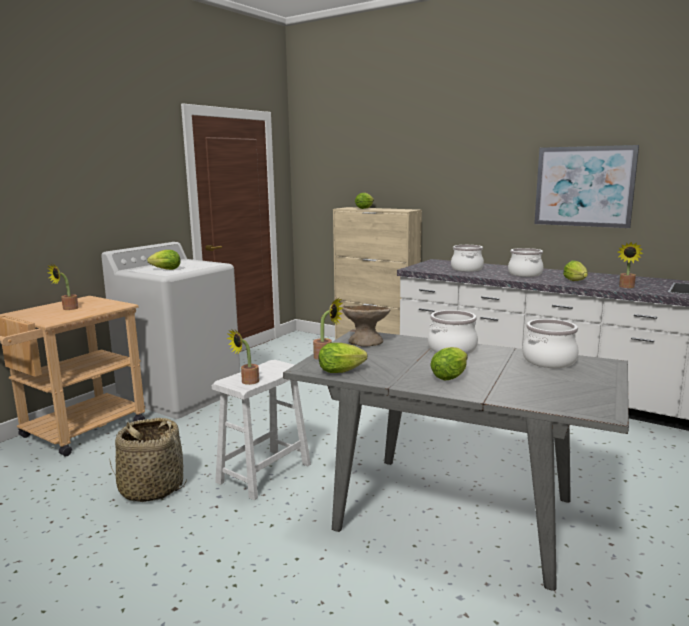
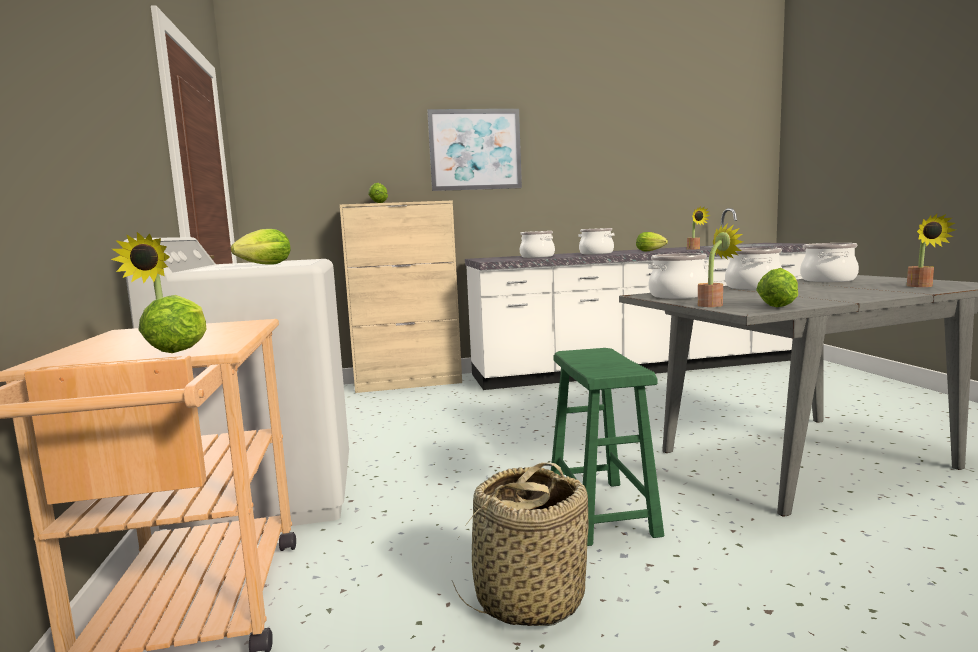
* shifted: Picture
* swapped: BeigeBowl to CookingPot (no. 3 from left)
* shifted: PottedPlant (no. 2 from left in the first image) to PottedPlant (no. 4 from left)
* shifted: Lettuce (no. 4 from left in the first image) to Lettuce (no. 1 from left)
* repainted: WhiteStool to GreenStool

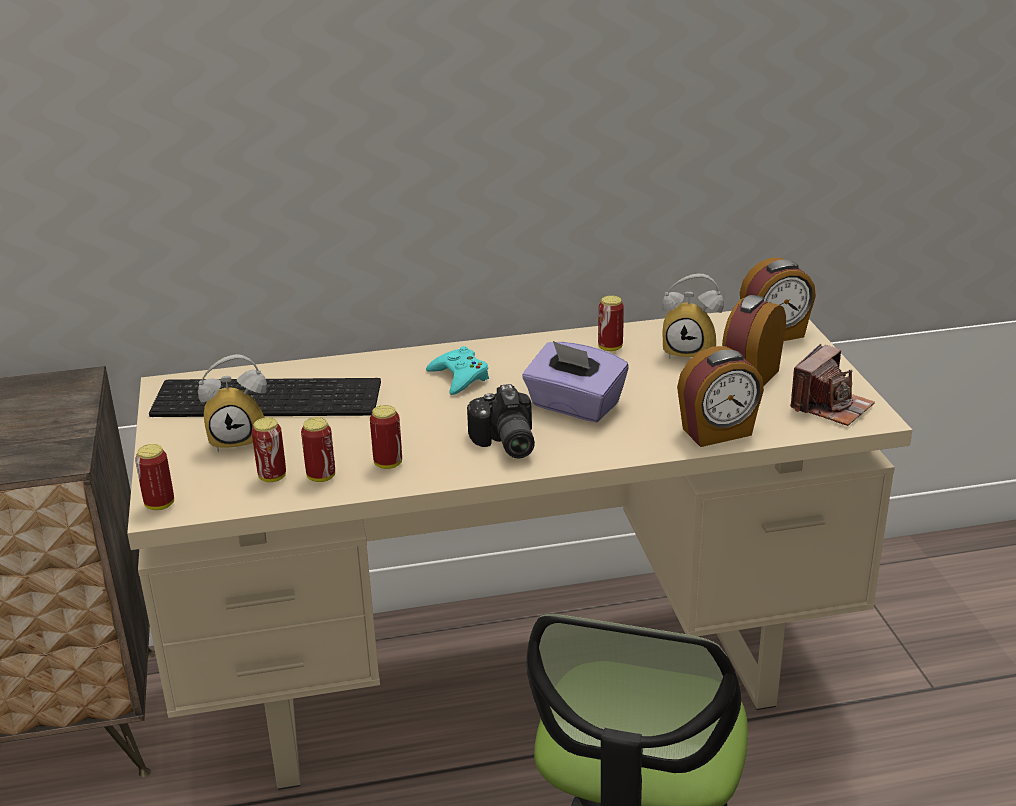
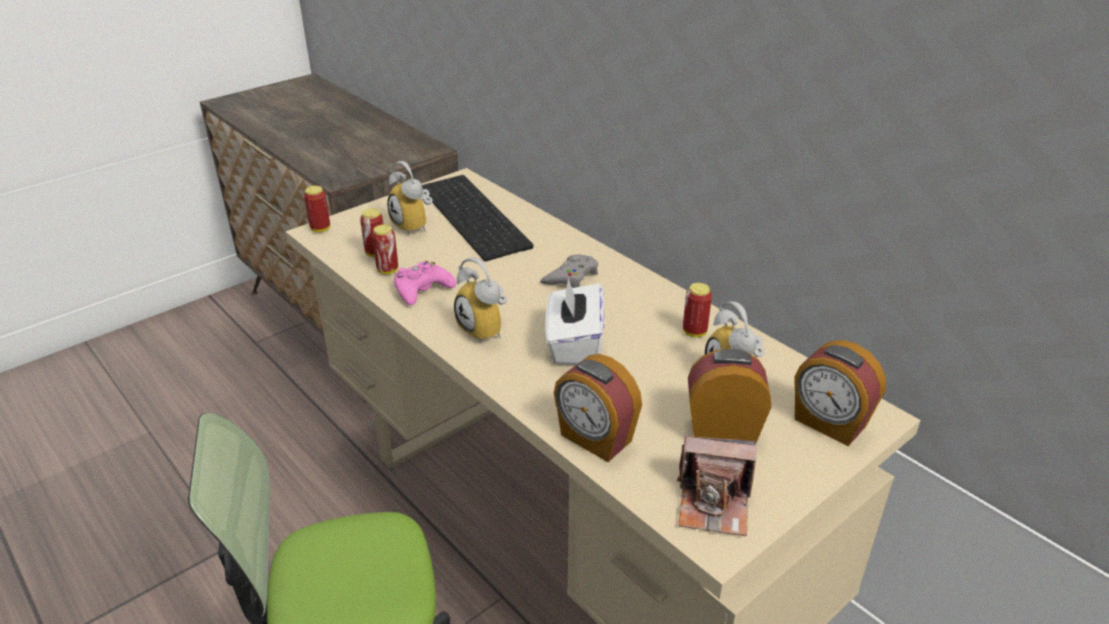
* repainted: PurpleTissueBox to WhiteTissueBox
* repainted: TurquoiseGameController to GreyGameController
* swapped: PhotoCamera (no. 1 from left) to AlarmClock (no. 2 from left)
* swapped: Can (no. 4 from left) to PinkGameController

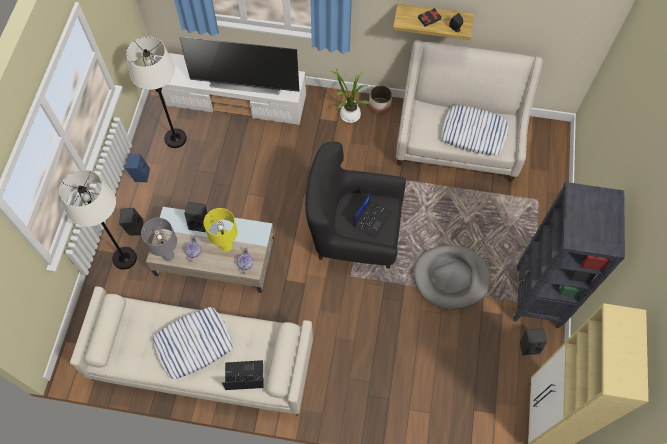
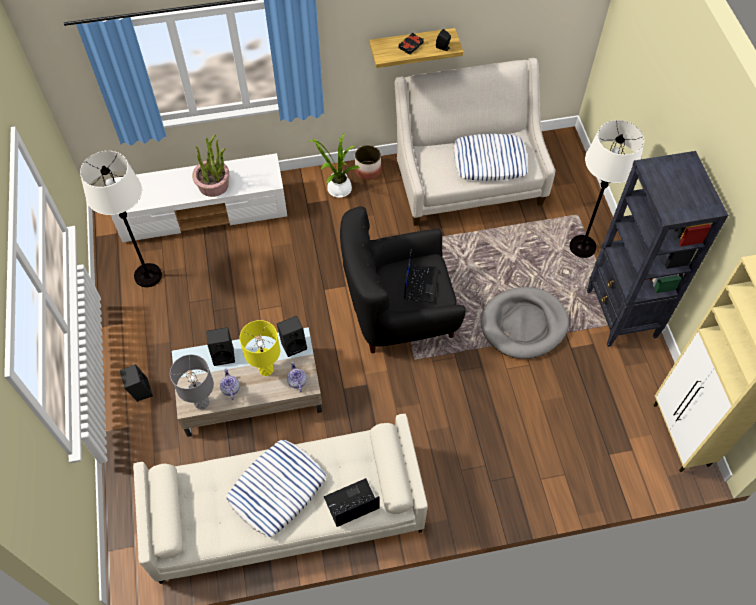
* swapped: Television to PottedPlant (no. 1 from left)
* gone: BlueSpeaker
* shifted: WhiteFloorLamp (no. 1 from left in the first image) to WhiteFloorLamp (no. 2 from left)
* shifted: BlackSpeaker (no. 4 from left in the first image) to BlackSpeaker (no. 3 from left)

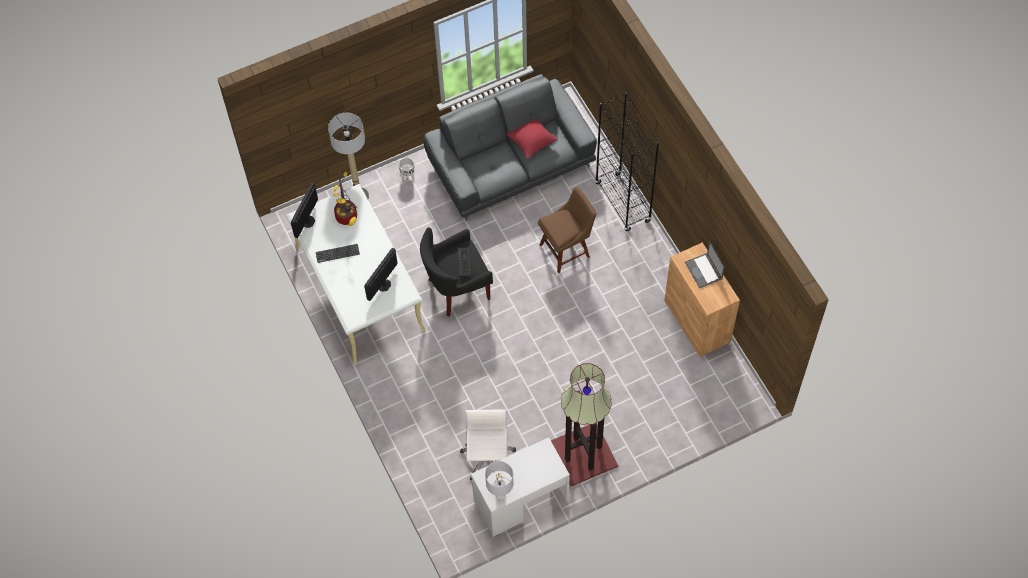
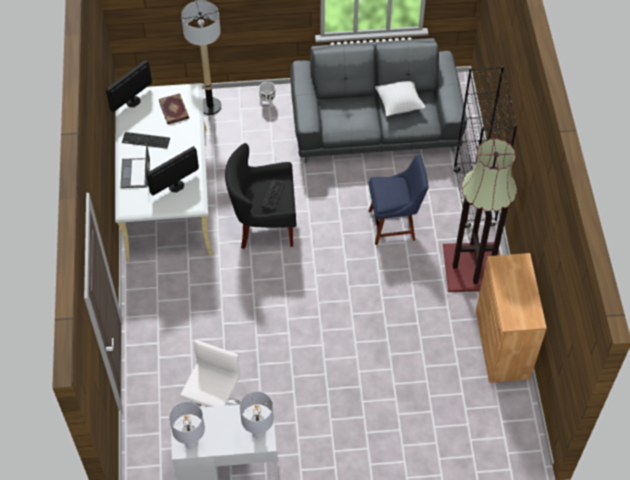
* repainted: RedPillow to WhitePillow
* swapped: PottedPlant to Book
* repainted: BrownChair to BlueChair
* shifted: Laptop
* shifted: FloorLamp (no. 2 from left)
* new: GreyTableLamp (no. 2 from left)

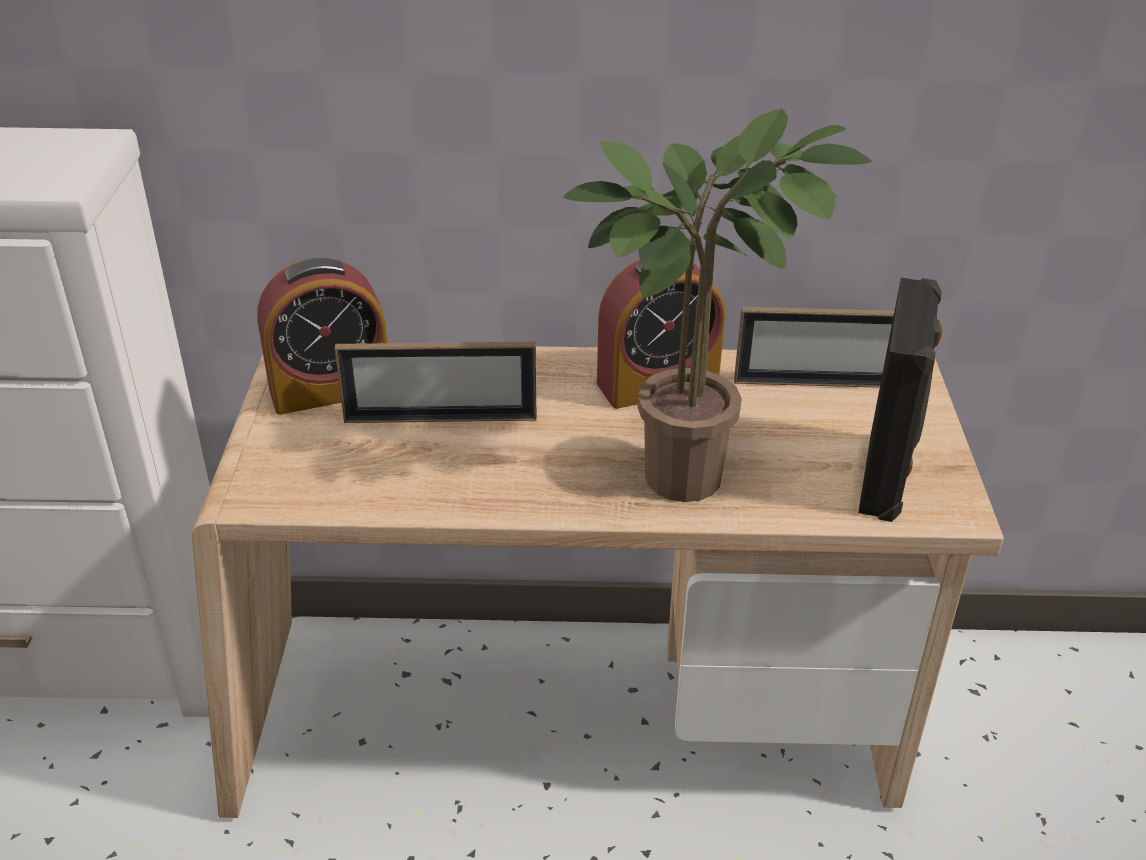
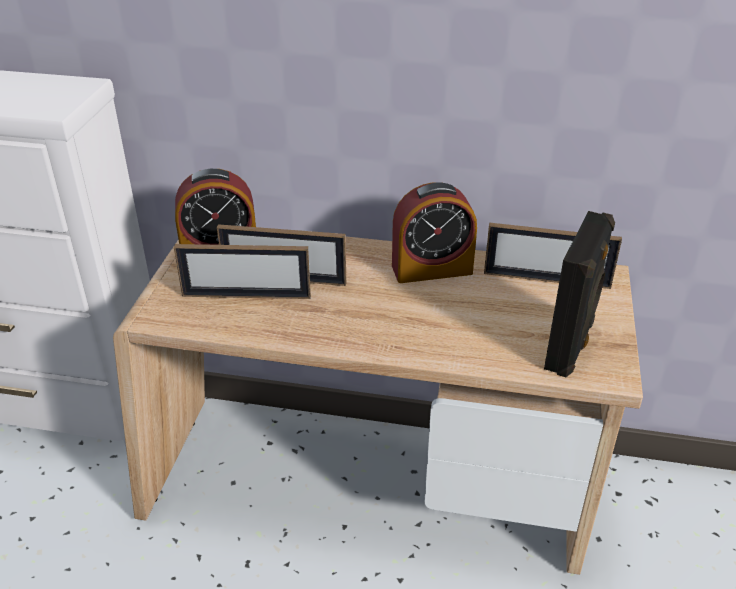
* gone: PottedPlant
* new: PictureFrame (no. 1 from left)

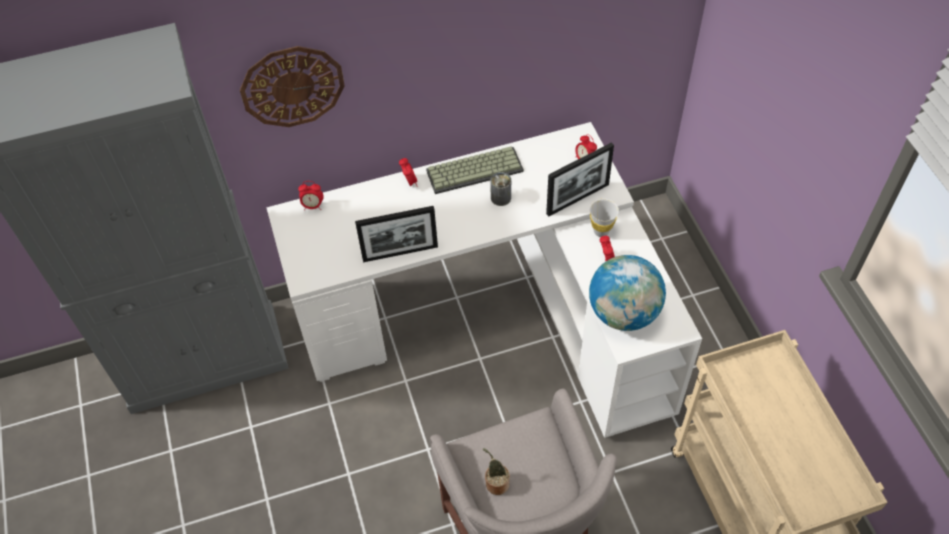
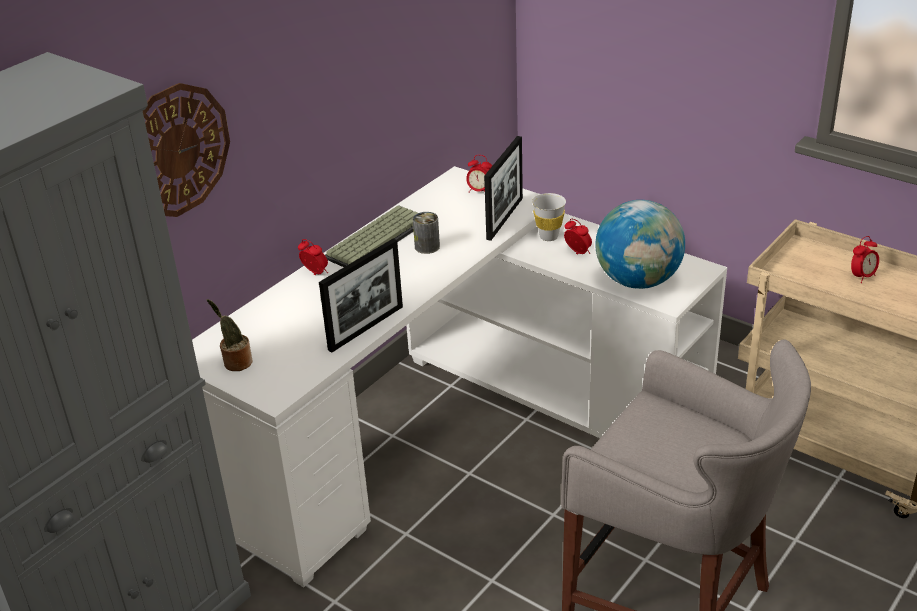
* shifted: AlarmClock (no. 1 from left in the first image) to AlarmClock (no. 4 from left)
* shifted: PottedPlant

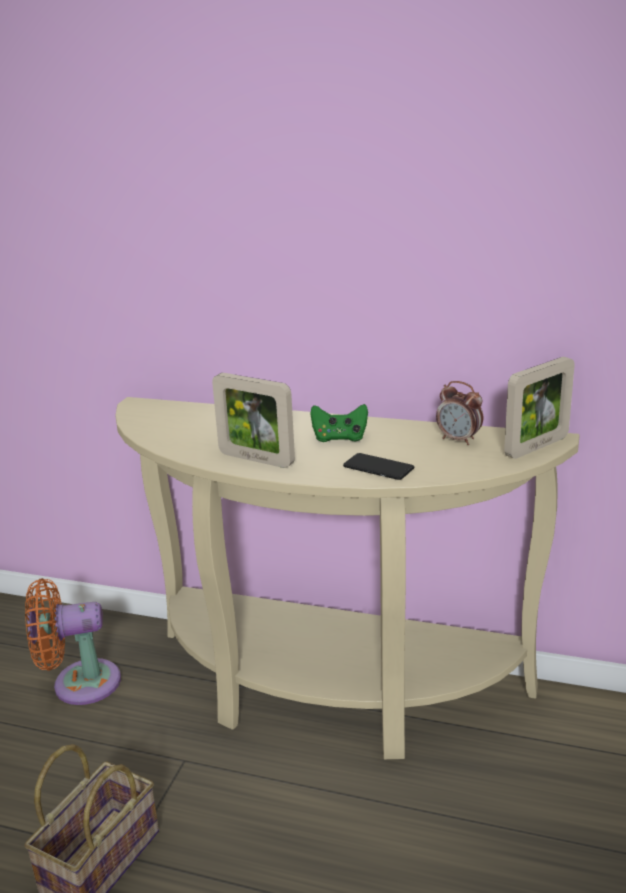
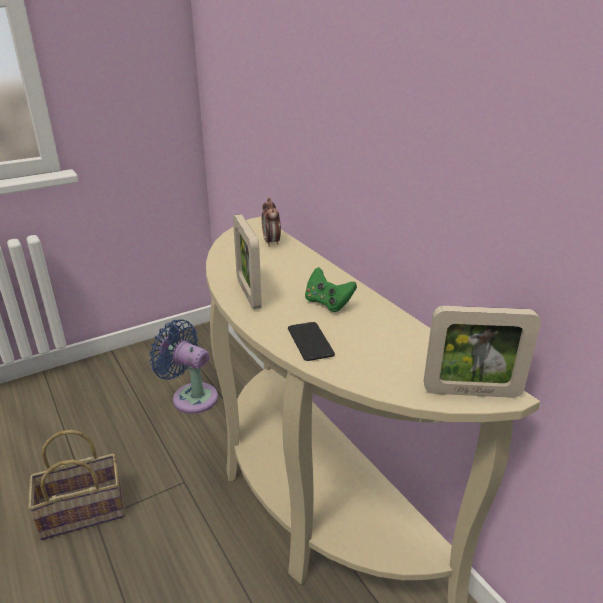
* shifted: AlarmClock
* repainted: OrangeFan to BlueFan

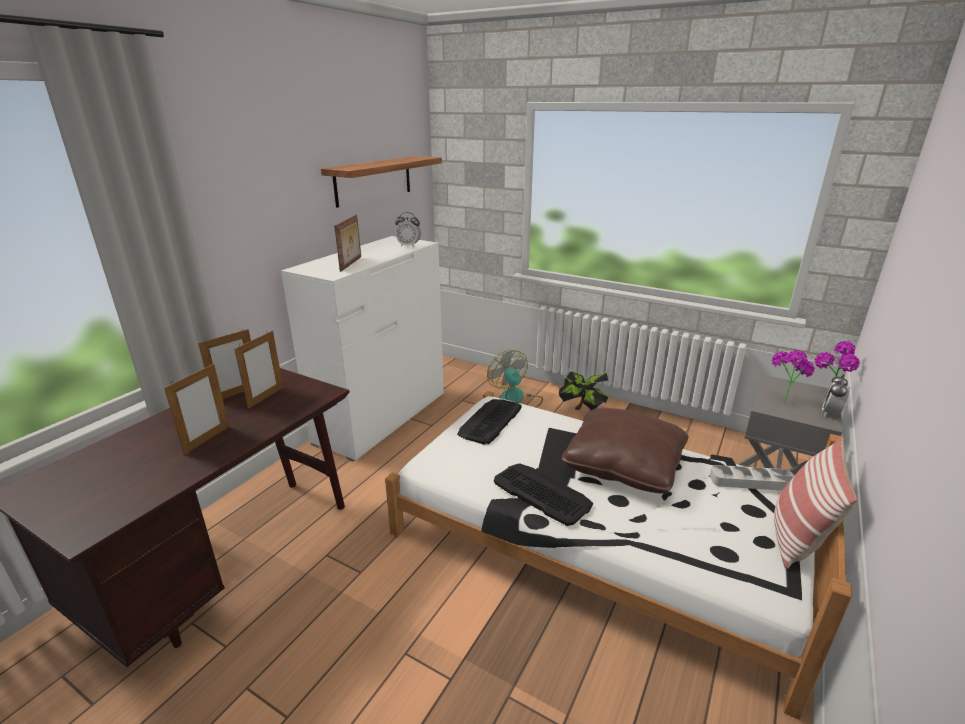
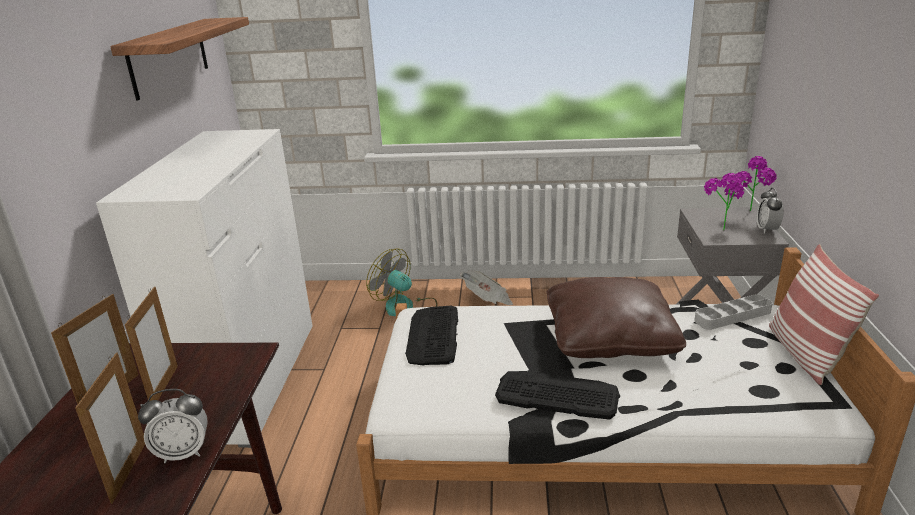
* shifted: AlarmClock (no. 1 from left)
* gone: PictureFrame (no. 4 from left)
* swapped: PottedPlant (no. 1 from left) to Newspaper

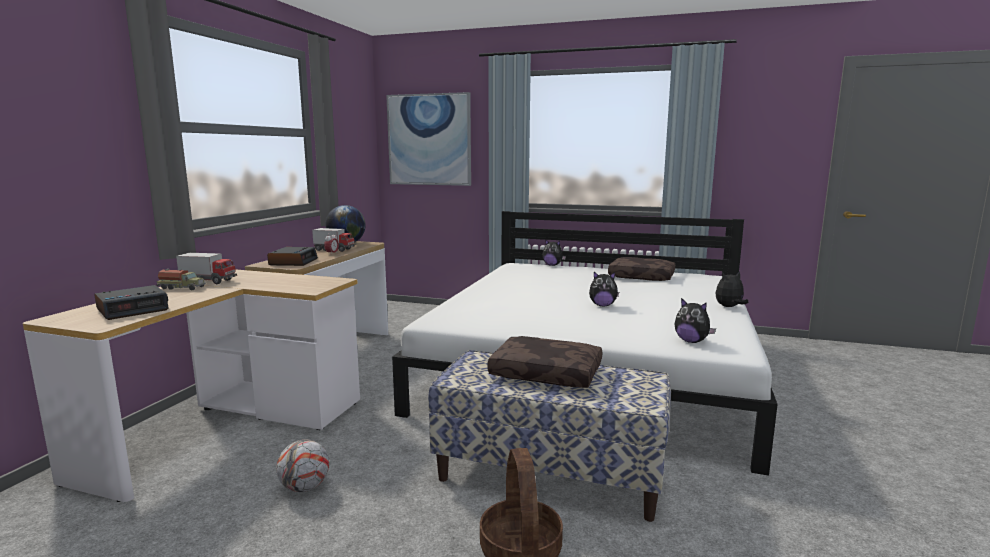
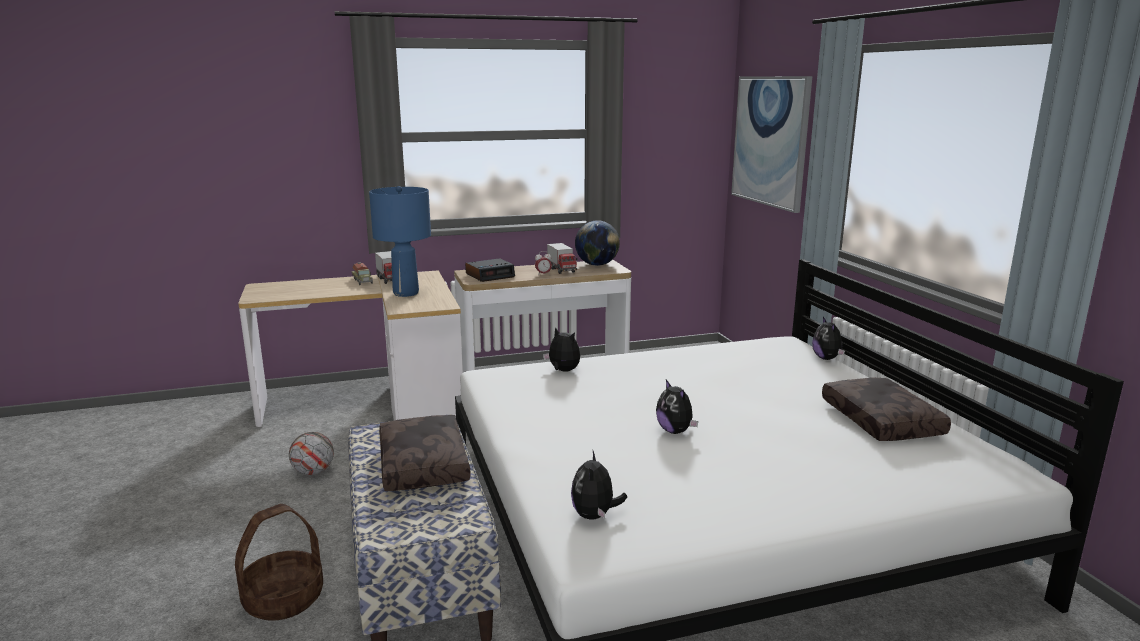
* shifted: PlushToy (no. 4 from left in the first image) to PlushToy (no. 1 from left)
* gone: AlarmClock (no. 1 from left)
* new: BlueTableLamp

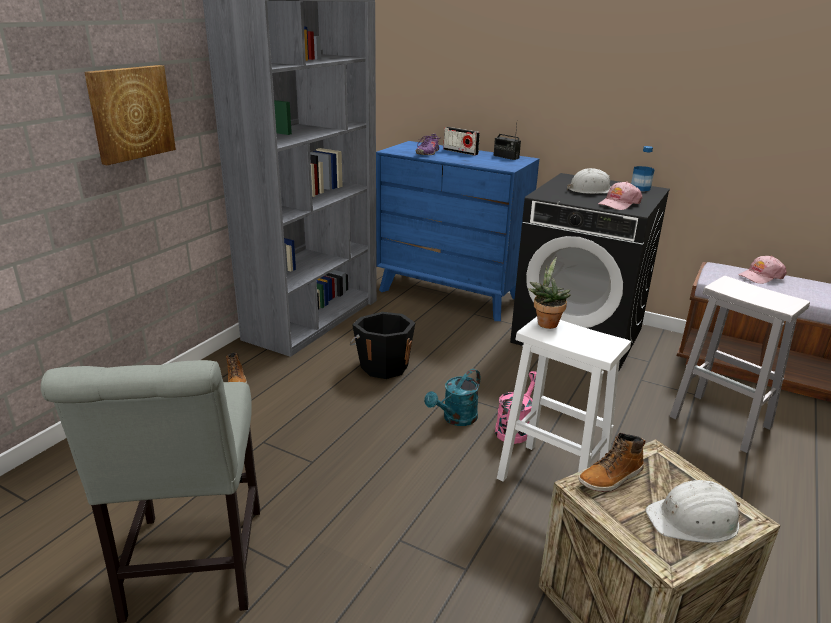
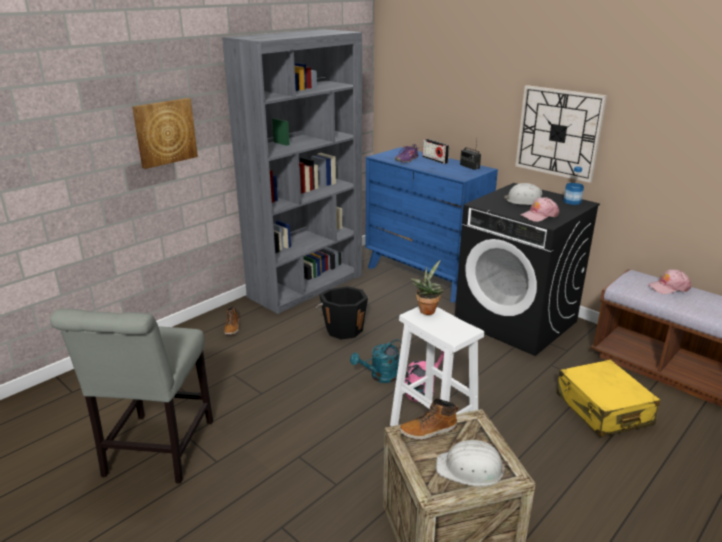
* swapped: WhiteStool (no. 2 from left) to YellowSuitcase
* new: WallClock

